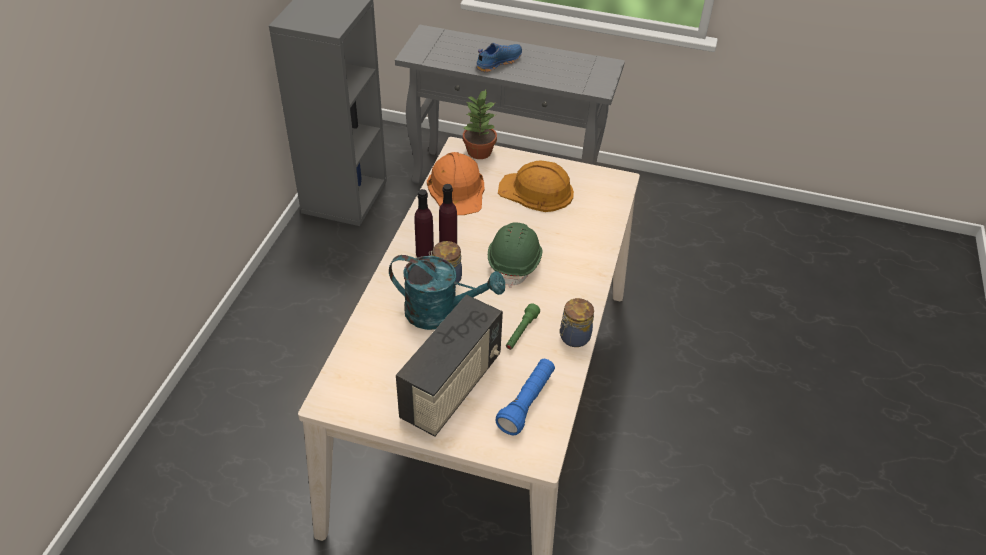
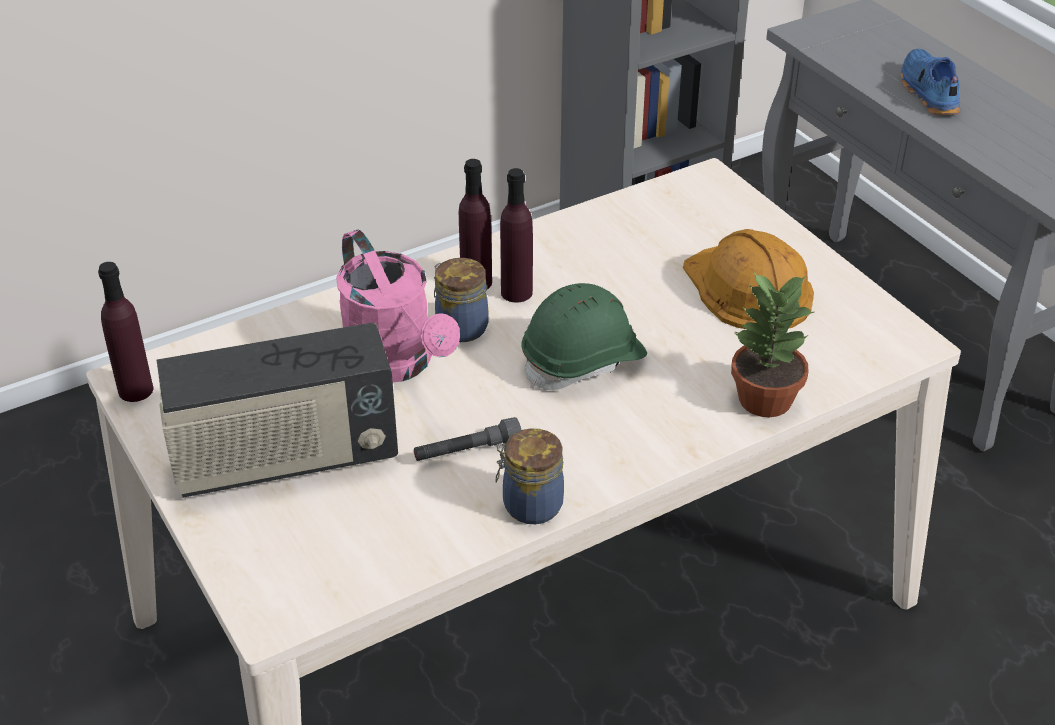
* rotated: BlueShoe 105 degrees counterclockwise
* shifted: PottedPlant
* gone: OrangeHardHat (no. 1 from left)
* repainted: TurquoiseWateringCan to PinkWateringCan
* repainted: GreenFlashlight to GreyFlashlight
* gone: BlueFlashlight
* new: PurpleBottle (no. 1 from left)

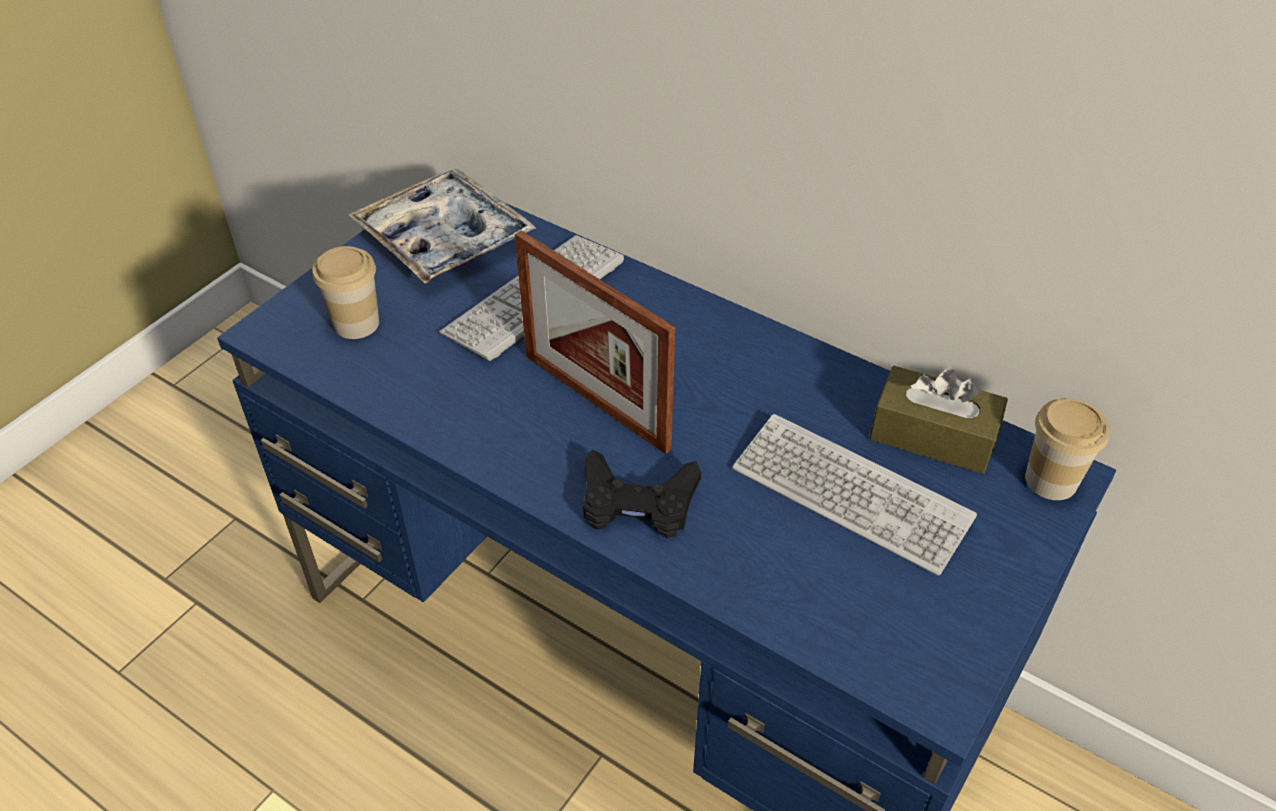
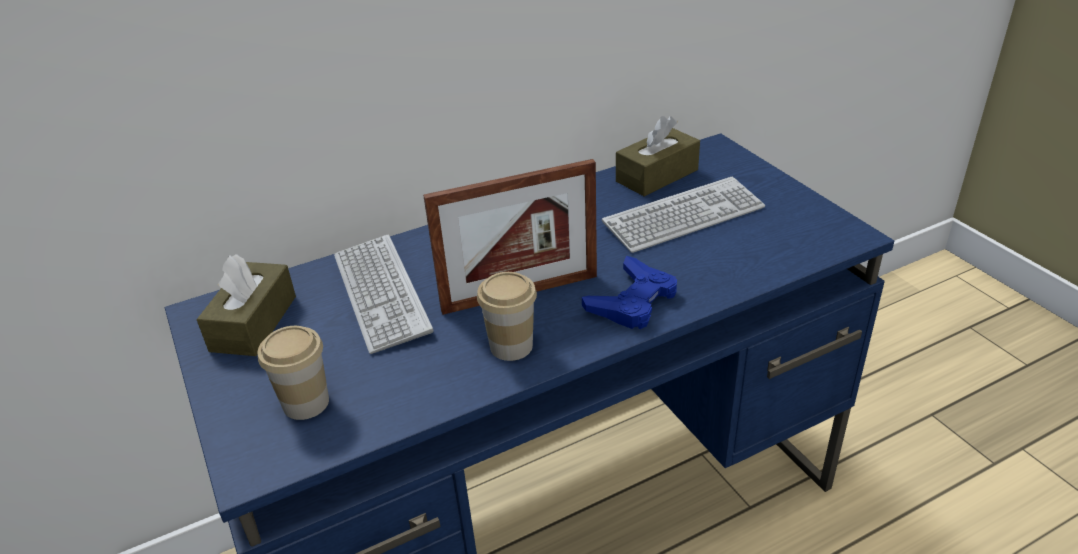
* swapped: Tray to BrownTissueBox (no. 1 from left)
* shifted: Cup (no. 2 from left)
* repainted: BlackGameController to BlueGameController

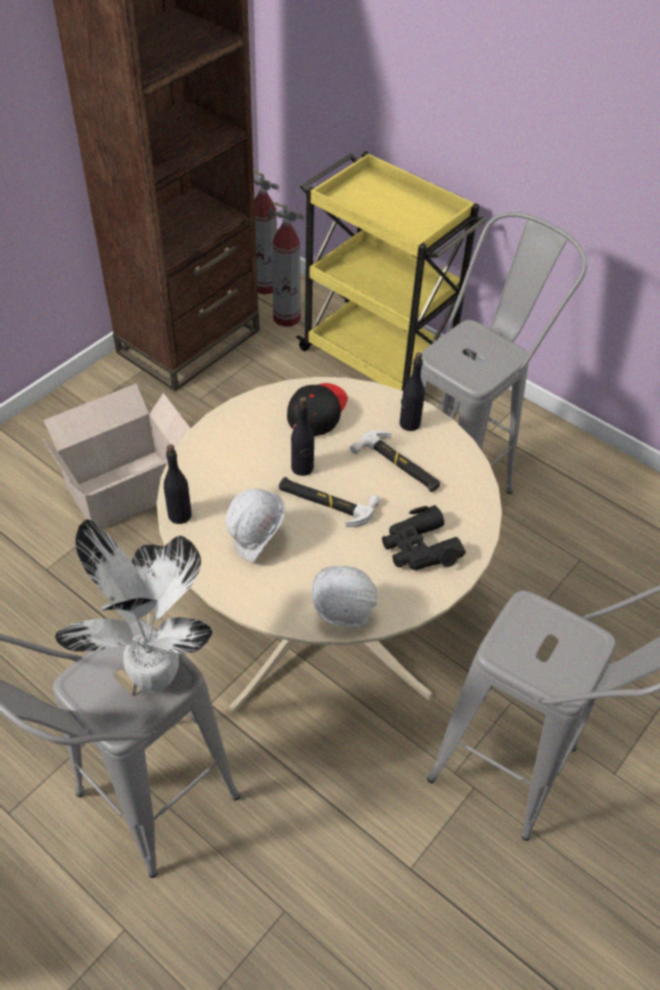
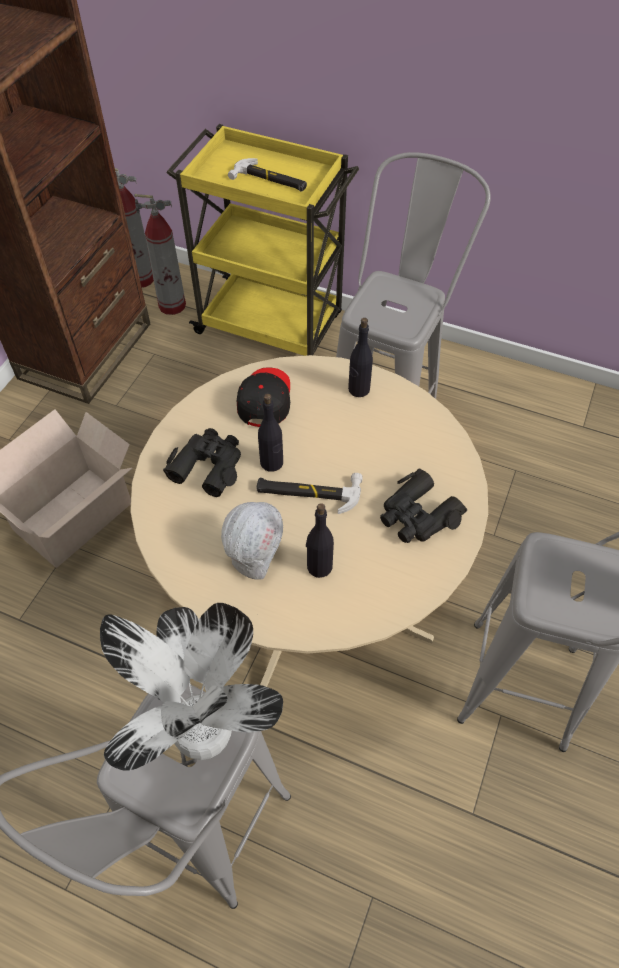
* shifted: Hammer (no. 2 from left in the first image) to Hammer (no. 1 from left)
* shifted: BlackBottle (no. 1 from left in the first image) to BlackBottle (no. 2 from left)
* gone: WhiteHardHat (no. 2 from left)
* new: BlackBinoculars (no. 1 from left)

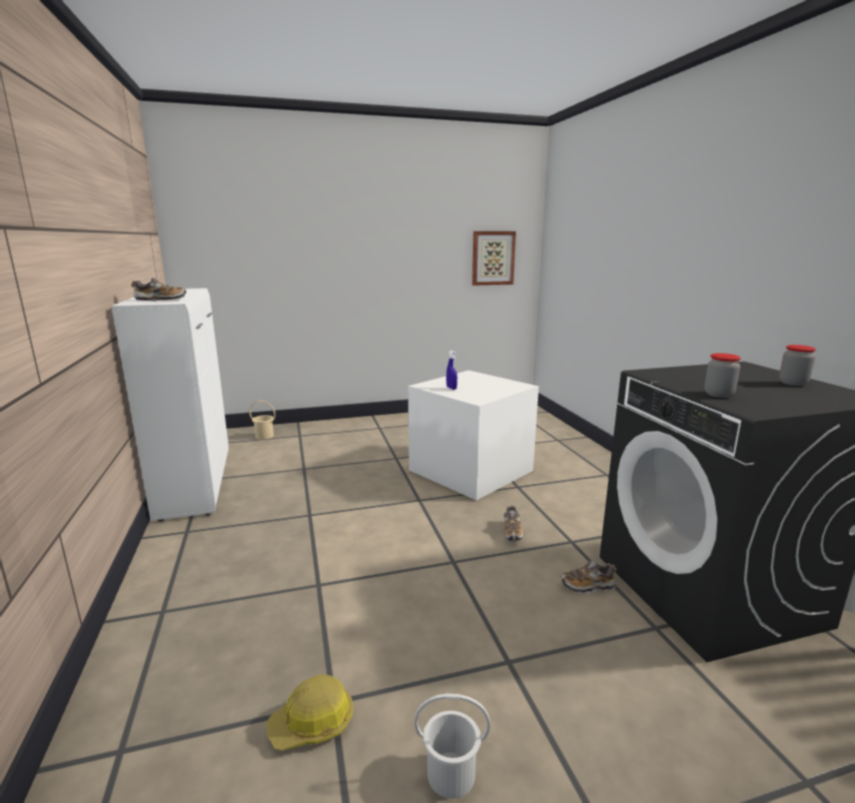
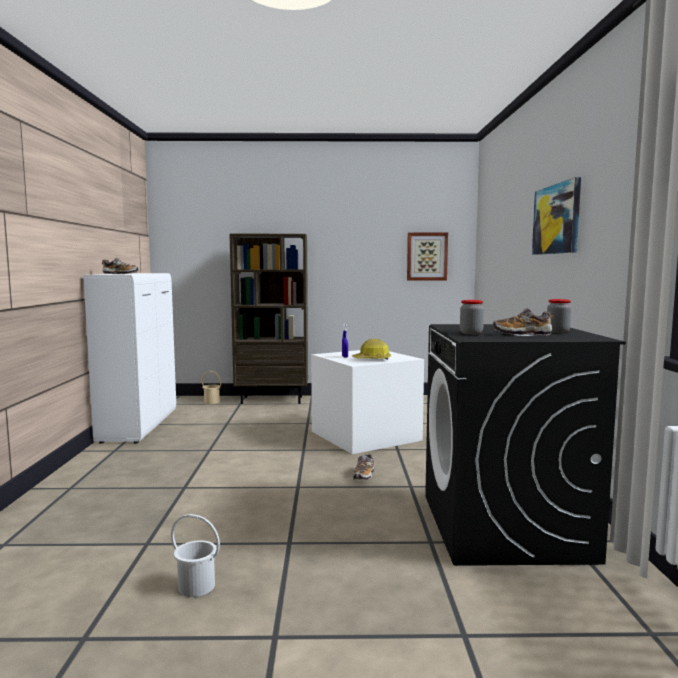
* shifted: Shoe (no. 3 from left)
* shifted: HardHat
* new: Picture (no. 2 from left)
* new: BrownBookcase

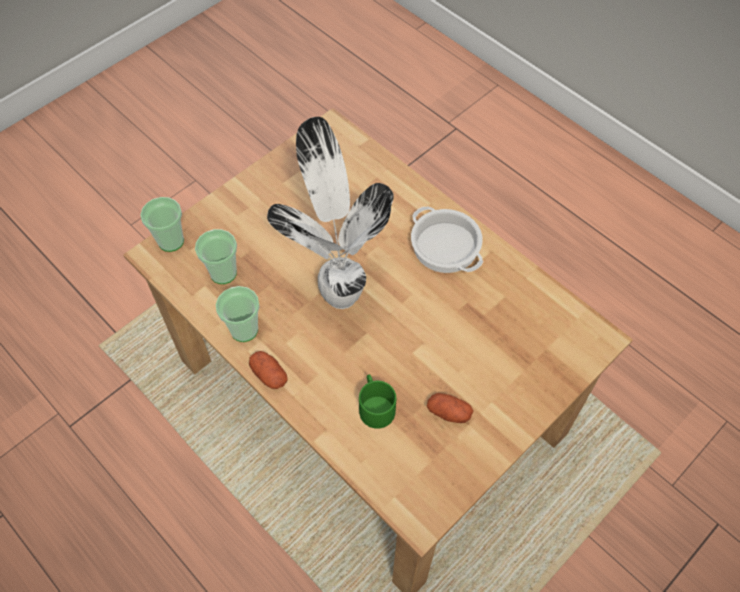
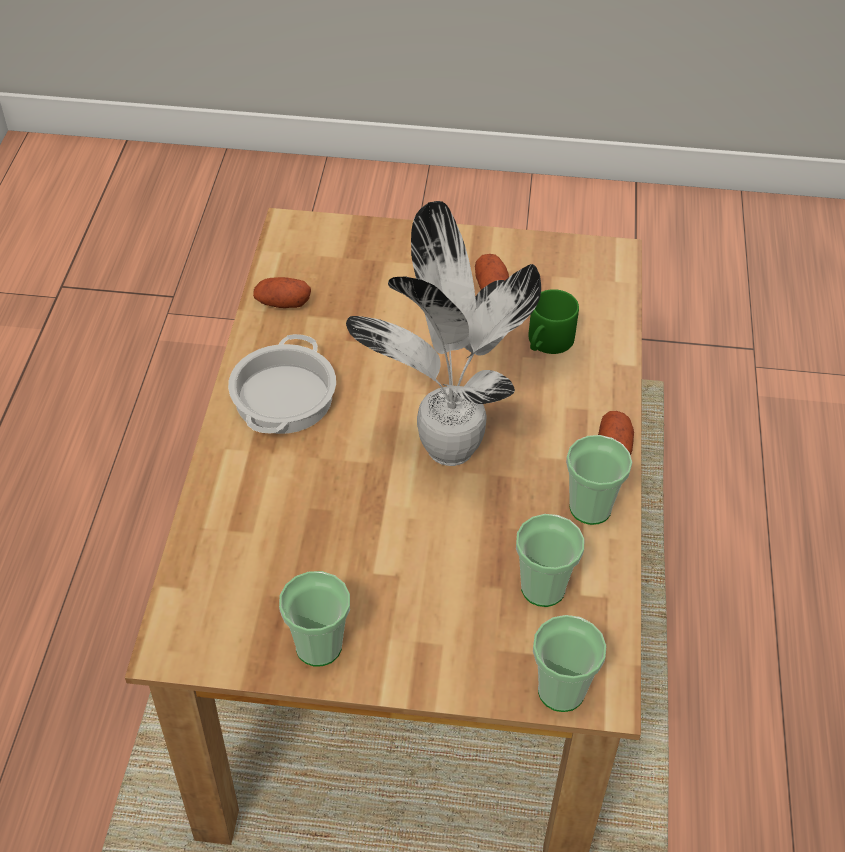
* new: Potato (no. 1 from left)
* new: Cup (no. 1 from left)

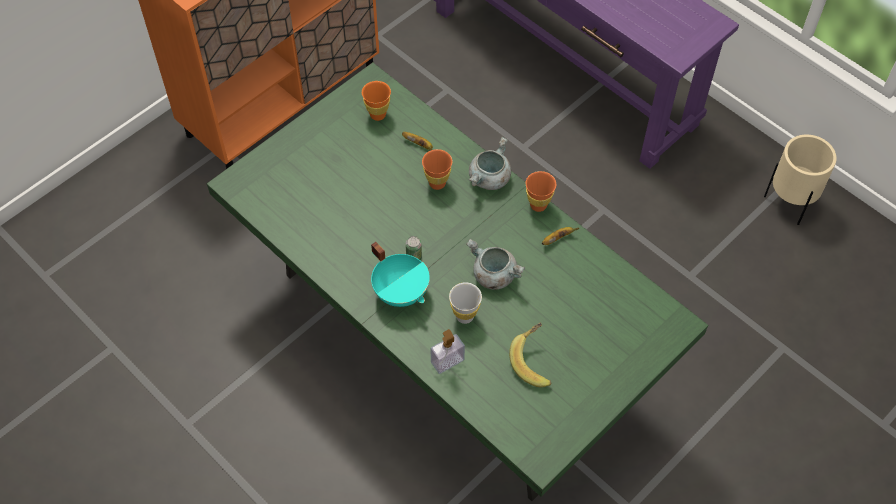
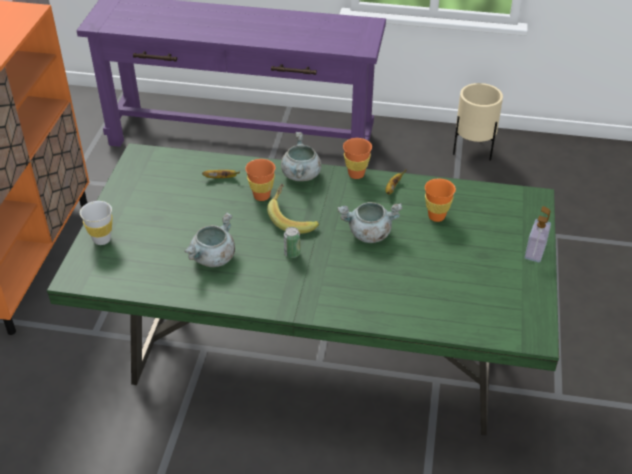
* shifted: OrangeCup (no. 1 from left in the first image) to OrangeCup (no. 3 from left)
* gone: TurquoiseCookingPot
* shifted: WhiteCup
* shifted: Banana (no. 2 from left)
* shifted: SoapDispenser
* new: GreyCookingPot (no. 1 from left)

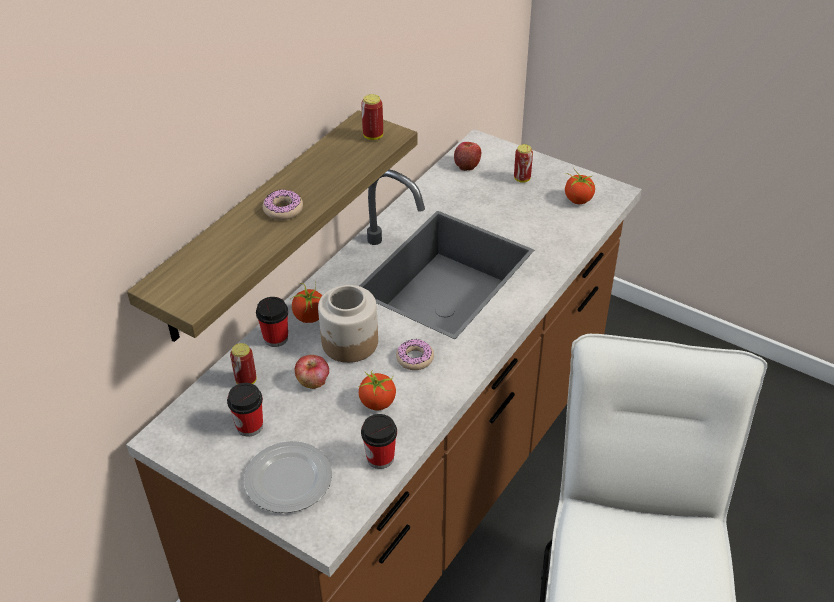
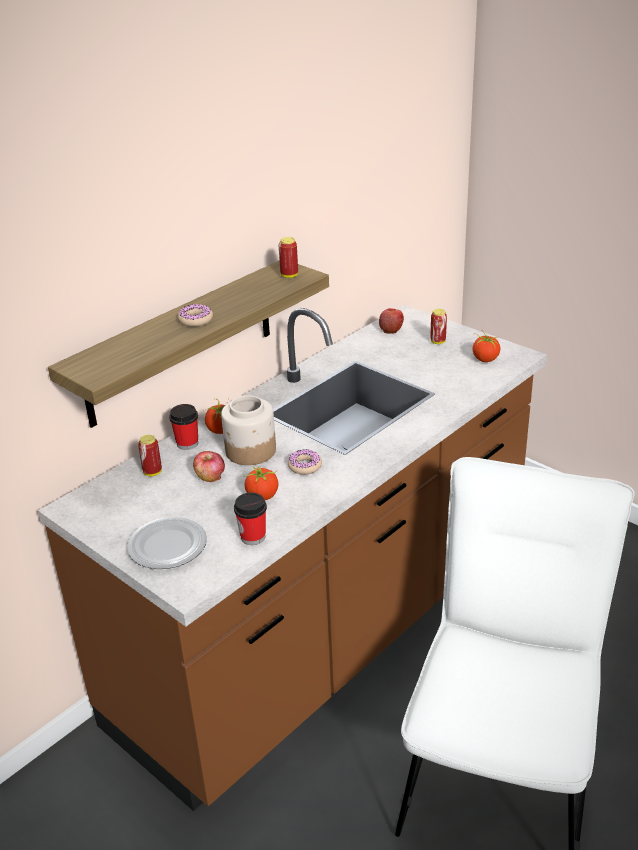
* gone: Cup (no. 1 from left)

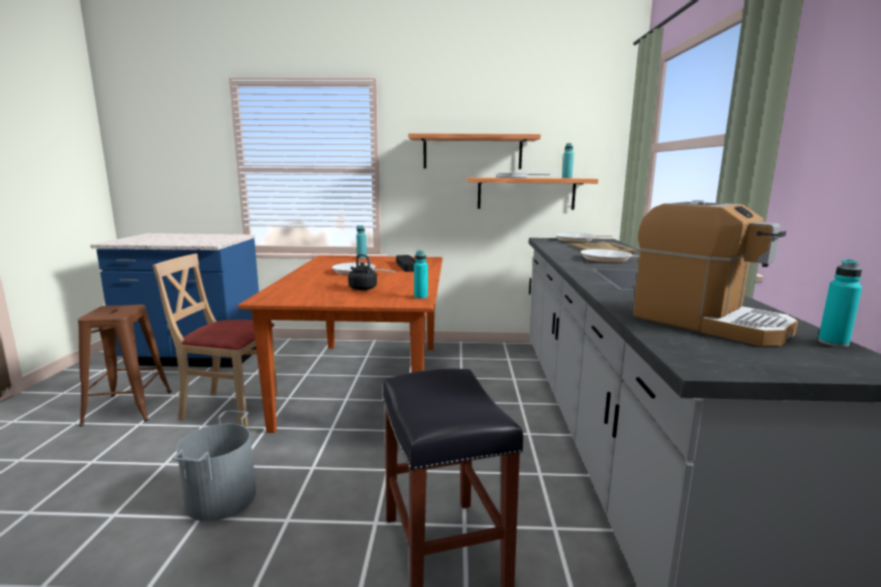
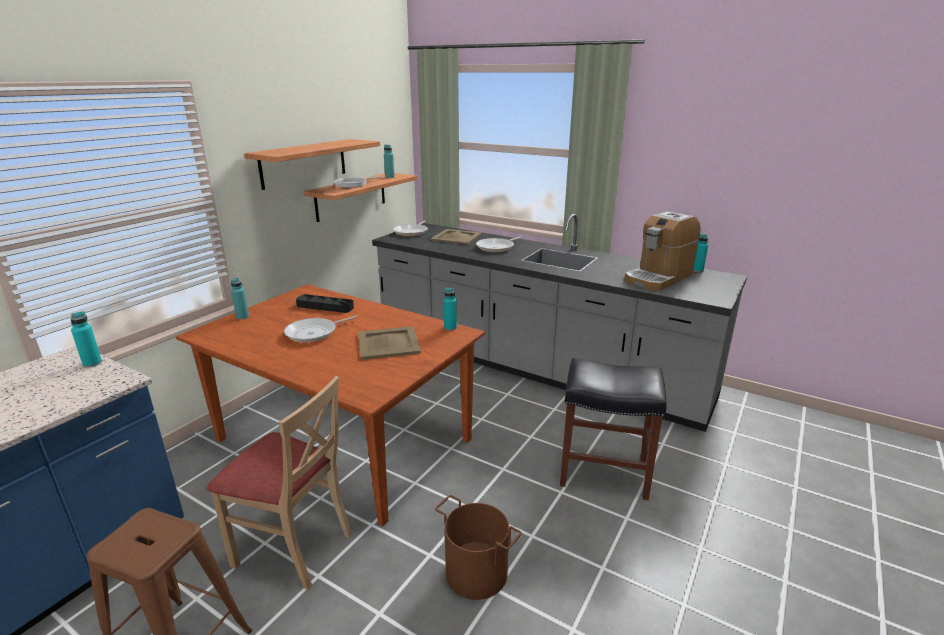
* rotated: CoffeeMachine 150 degrees clockwise
* rotated: BeigeChair 105 degrees counterclockwise
* swapped: BlackKettle to BeigeTray (no. 1 from left)
* repainted: GreyBucket to BrownBucket
* new: TurquoiseBottle (no. 1 from left)

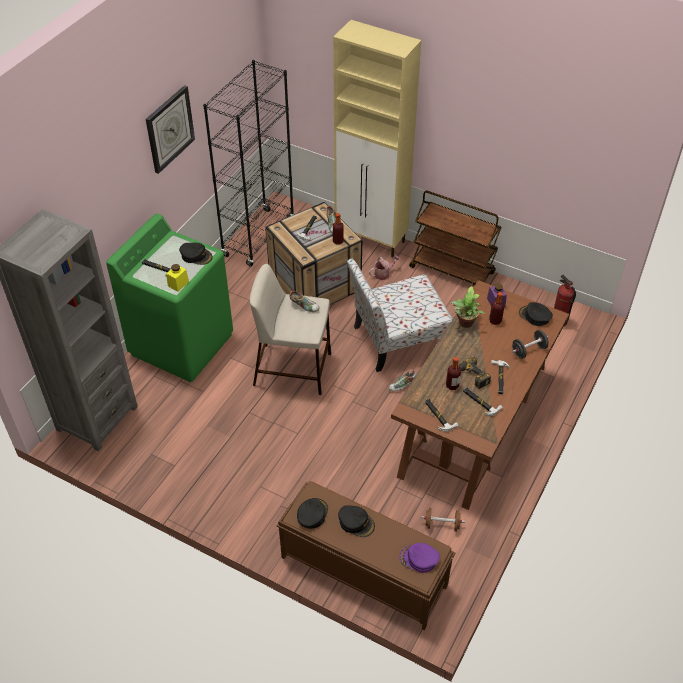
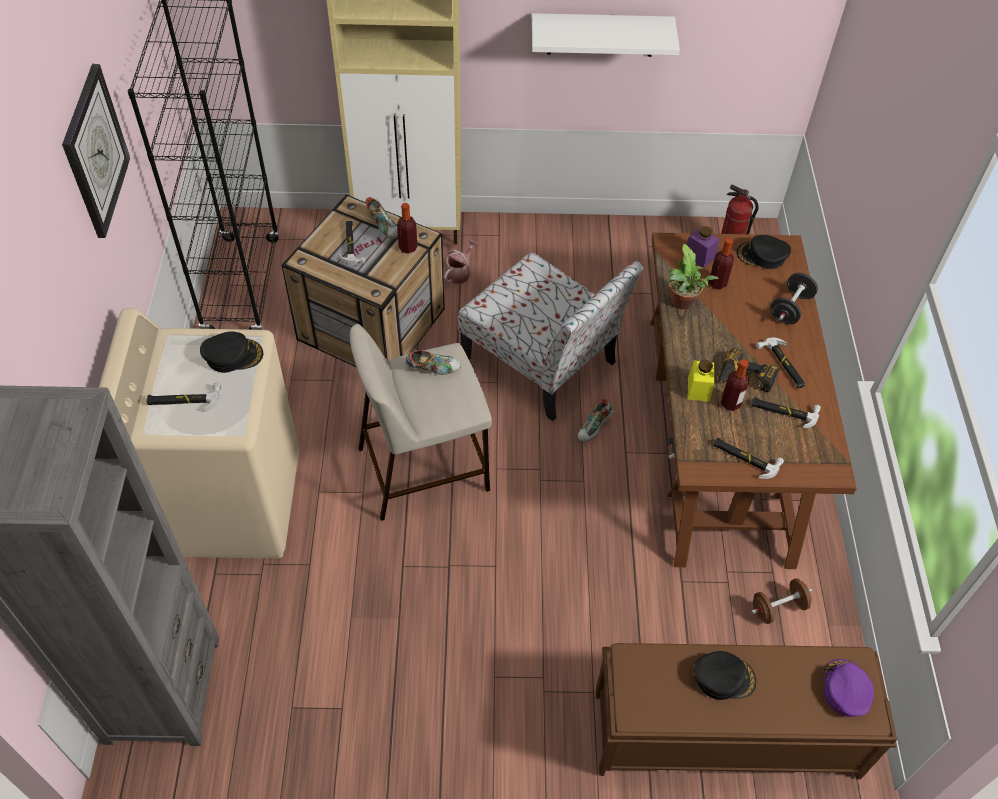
* gone: BrownCart
* repainted: GreenWashingMachine to BeigeWashingMachine
* rotated: Chair 90 degrees counterclockwise
* shifted: YellowJar
* gone: BlackCap (no. 2 from left)
* rotated: PurpleCap 105 degrees clockwise
* new: WhiteShelf

